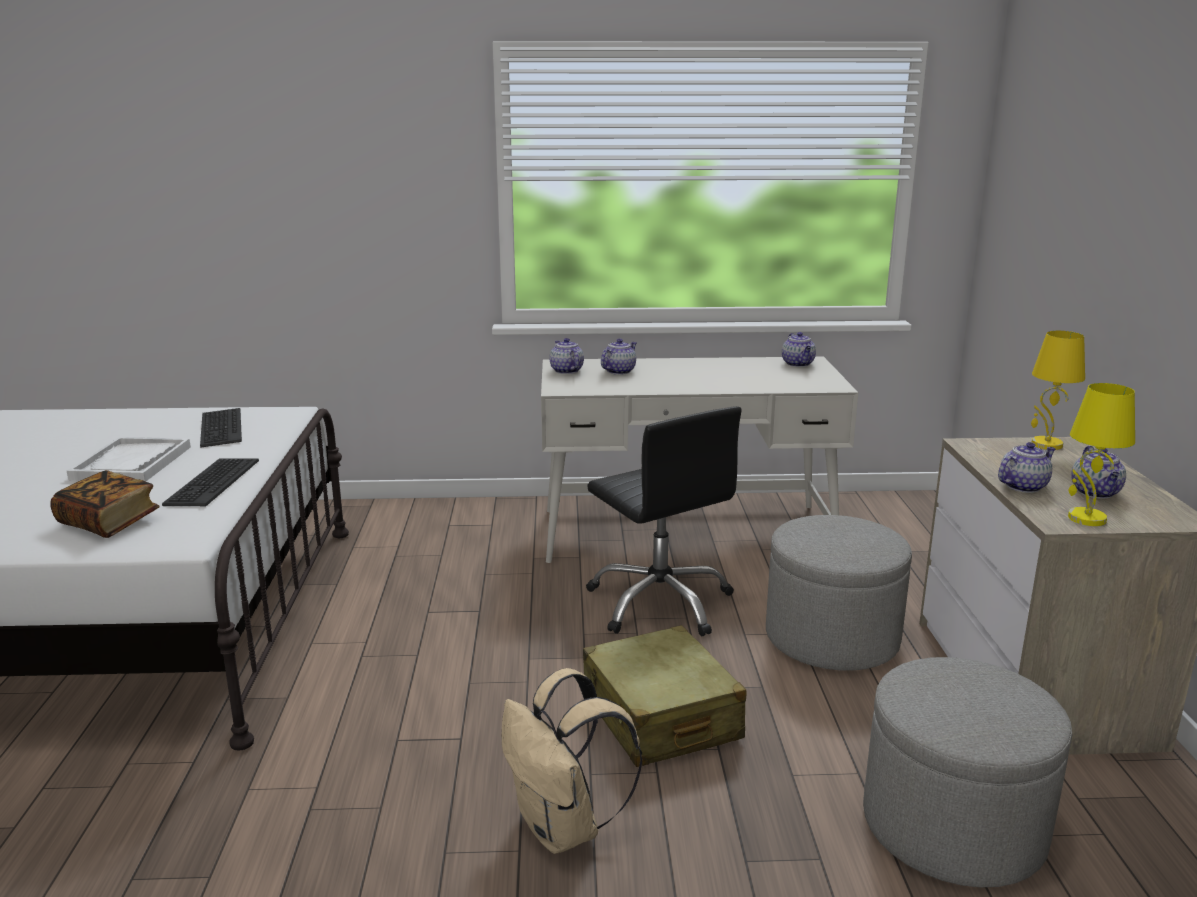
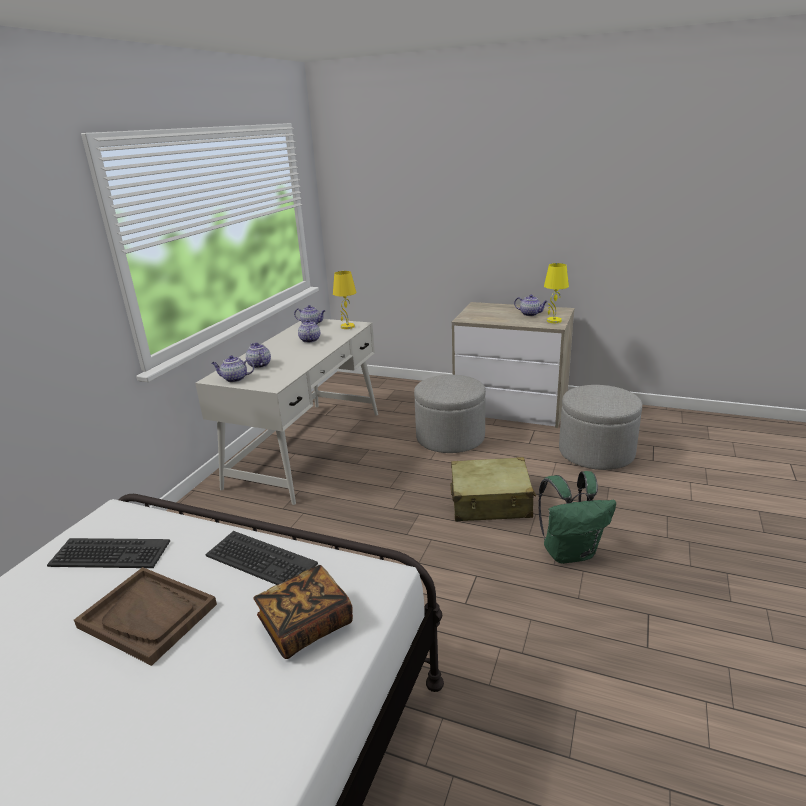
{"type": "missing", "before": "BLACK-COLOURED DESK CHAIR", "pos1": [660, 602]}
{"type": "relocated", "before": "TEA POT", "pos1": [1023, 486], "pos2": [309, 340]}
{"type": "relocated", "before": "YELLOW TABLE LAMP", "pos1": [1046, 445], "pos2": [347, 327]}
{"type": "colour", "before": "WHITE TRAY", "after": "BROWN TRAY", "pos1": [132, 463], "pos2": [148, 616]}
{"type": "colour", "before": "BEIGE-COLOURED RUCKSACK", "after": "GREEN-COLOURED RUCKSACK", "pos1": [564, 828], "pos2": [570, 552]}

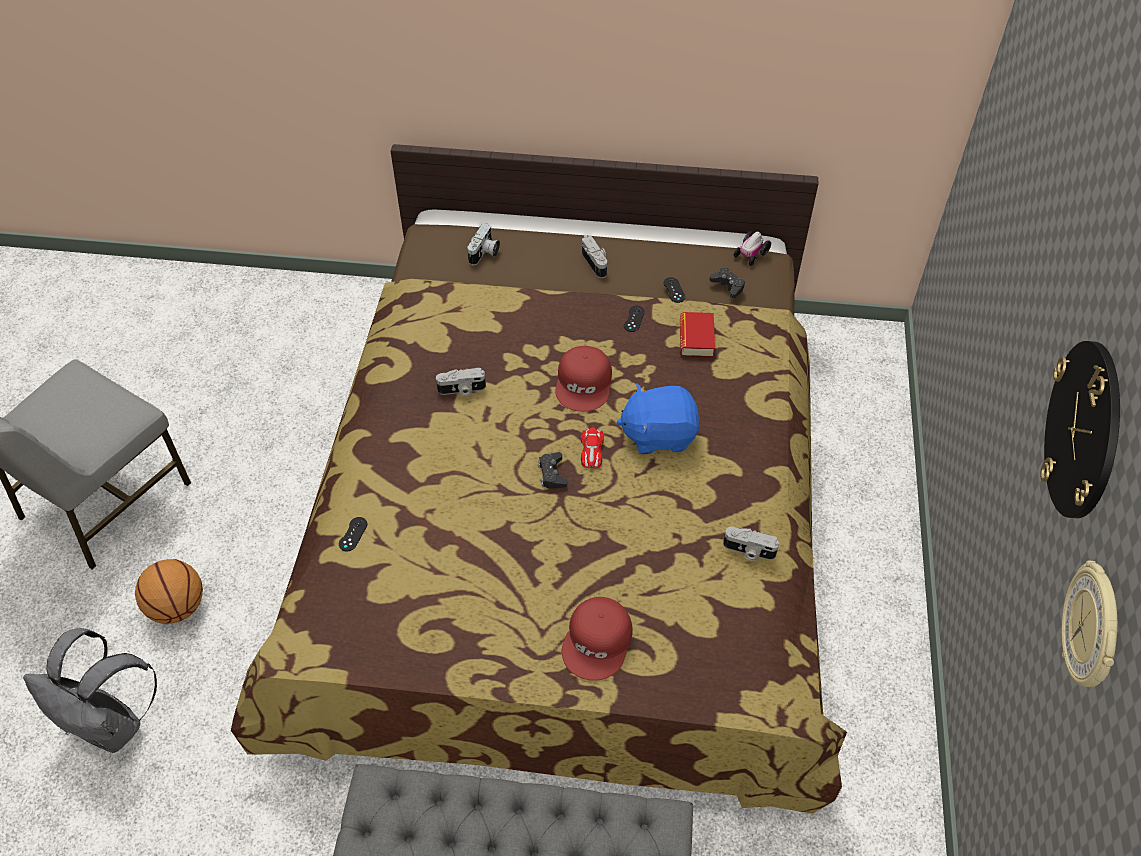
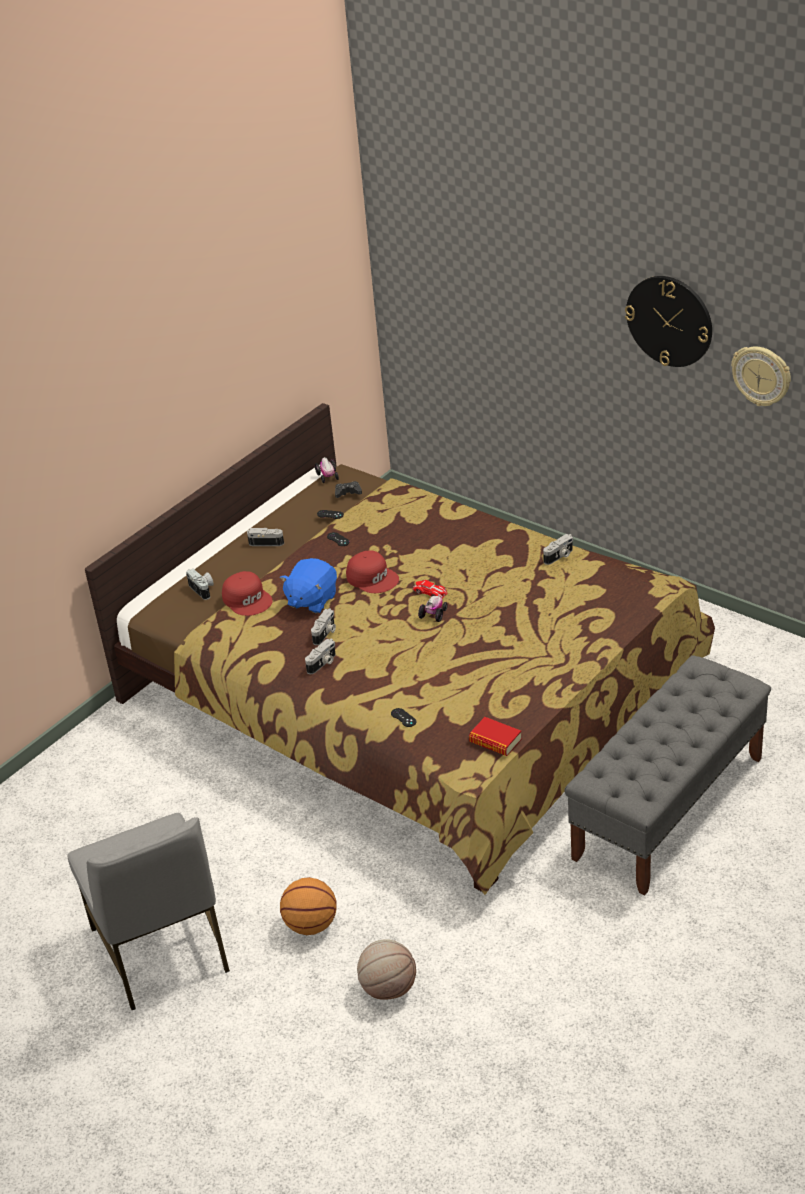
{"type": "appeared", "after": "STILL CAMERA", "pos2": [322, 663]}
{"type": "relocated", "before": "RED BASEBALL CAP", "pos1": [598, 642], "pos2": [248, 599]}
{"type": "relocated", "before": "BLUE-COLOURED SOFT TOY", "pos1": [658, 434], "pos2": [311, 600]}
{"type": "relocated", "before": "VOLUME", "pos1": [696, 338], "pos2": [495, 741]}
{"type": "exchanged", "before": "GREY RUCKSACK", "after": "BASKETBALL", "pos1": [112, 724], "pos2": [388, 988]}
{"type": "exchanged", "before": "BLACK-COLOURED GAMEPAD", "after": "TOY CAR", "pos1": [552, 474], "pos2": [434, 614]}

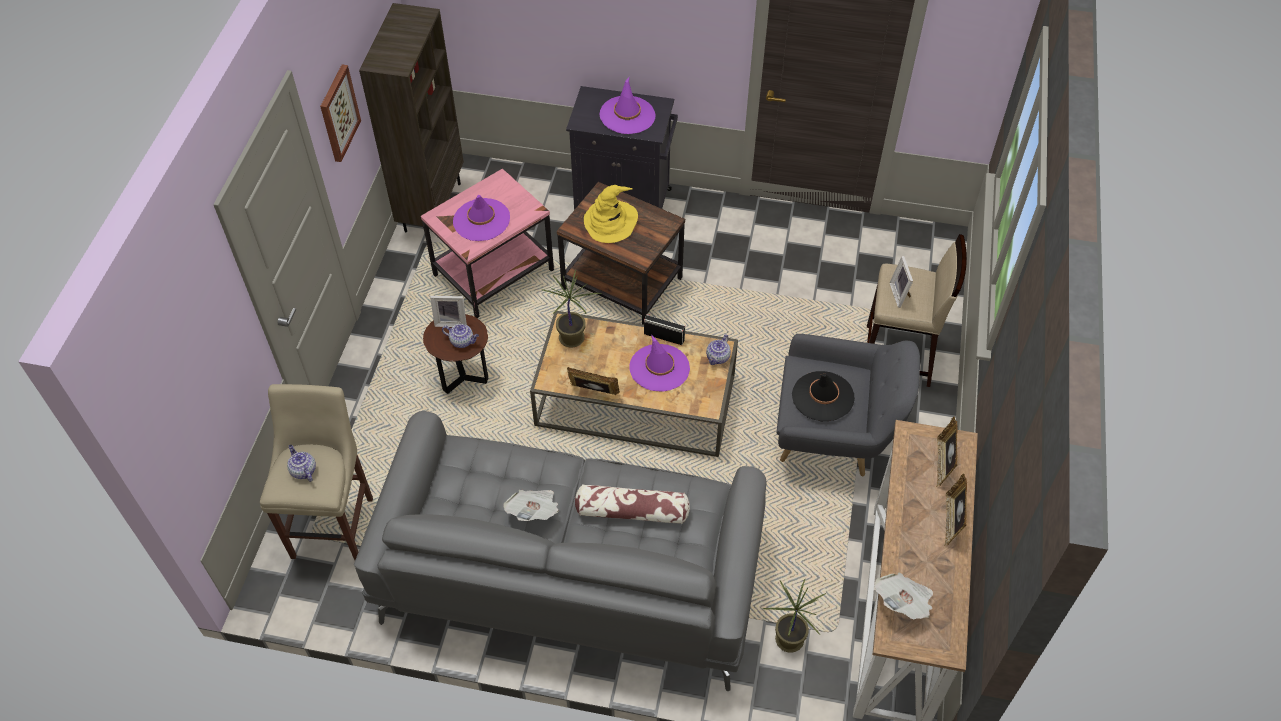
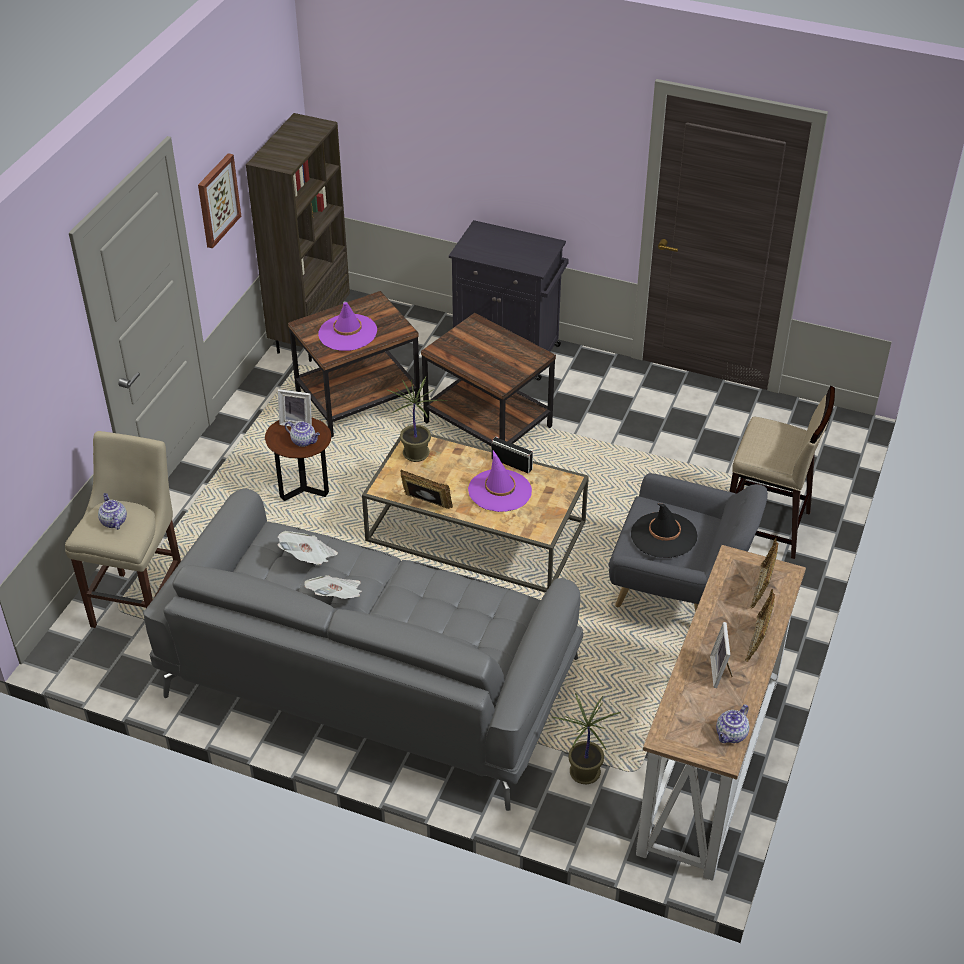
{"type": "missing", "before": "THROW PILLOW", "pos1": [632, 511]}
{"type": "missing", "before": "YELLOW CLOTHING HAT", "pos1": [610, 222]}
{"type": "missing", "before": "PURPLE CLOTHING HAT", "pos1": [627, 115]}
{"type": "relocated", "before": "TEA POT", "pos1": [718, 358], "pos2": [731, 735]}
{"type": "relocated", "before": "NEWSPAPER", "pos1": [903, 602], "pos2": [308, 558]}
{"type": "relocated", "before": "STANDING FRAME", "pos1": [900, 294], "pos2": [721, 671]}
{"type": "colour", "before": "PINK-COLOURED END TABLE", "after": "BROWN END TABLE", "pos1": [493, 272], "pos2": [357, 399]}

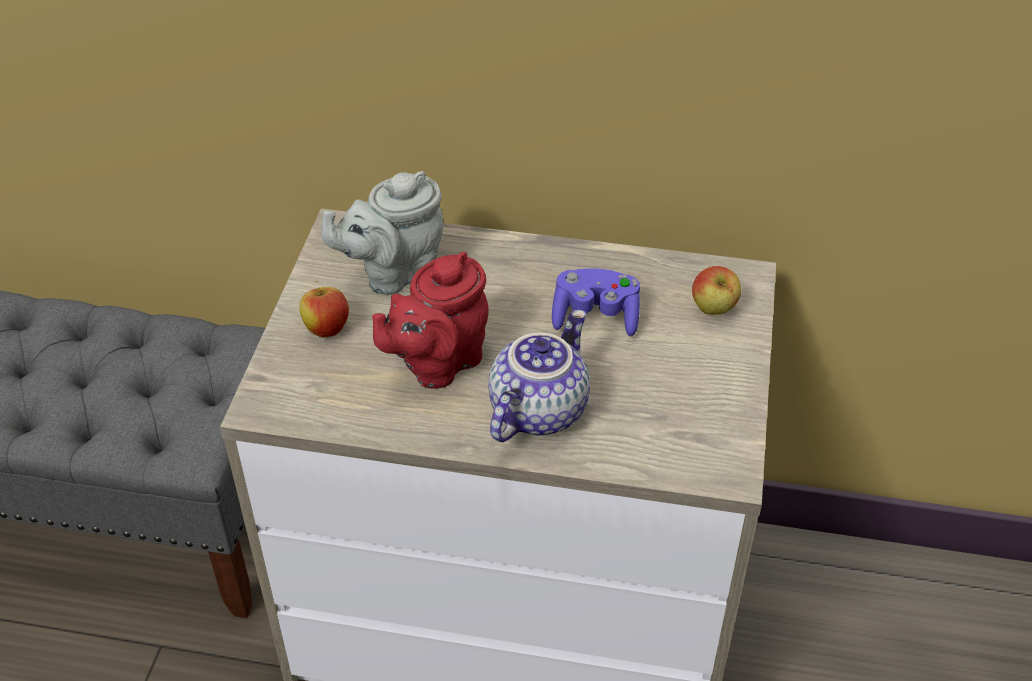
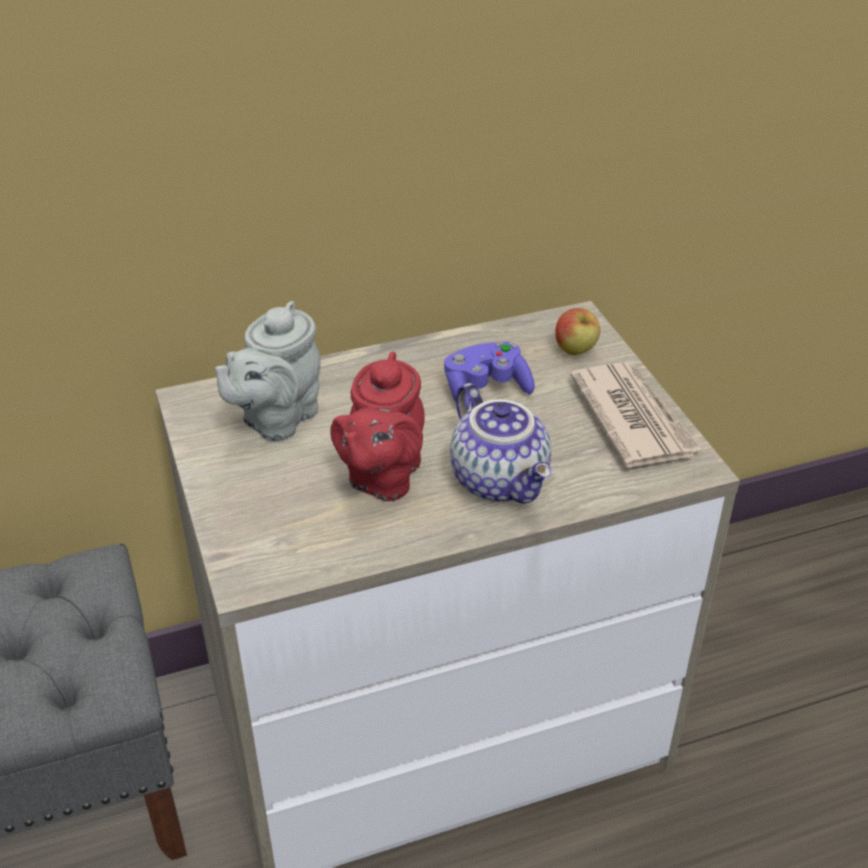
{"type": "missing", "before": "APPLE FRUIT", "pos1": [327, 329]}
{"type": "appeared", "after": "NEWSPAPER", "pos2": [633, 418]}
{"type": "spun", "before": "TEA POT", "pos1": [537, 409], "pos2": [502, 480], "turn": 150}

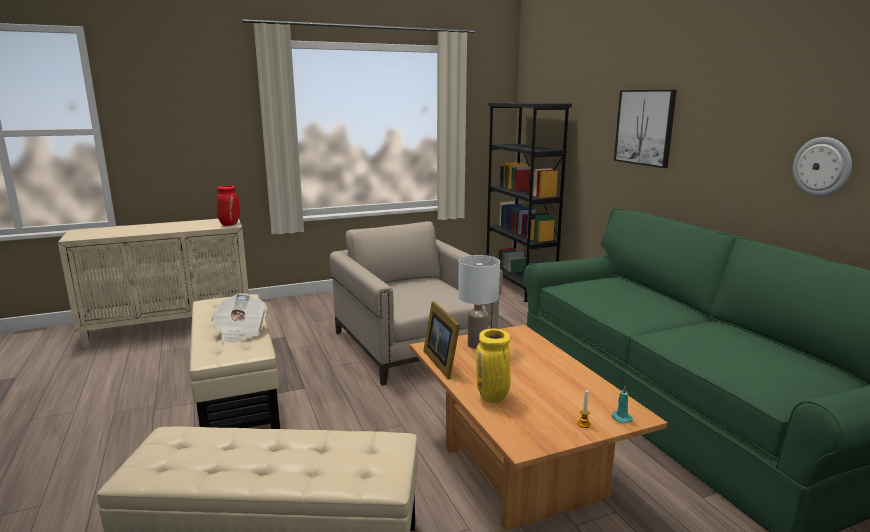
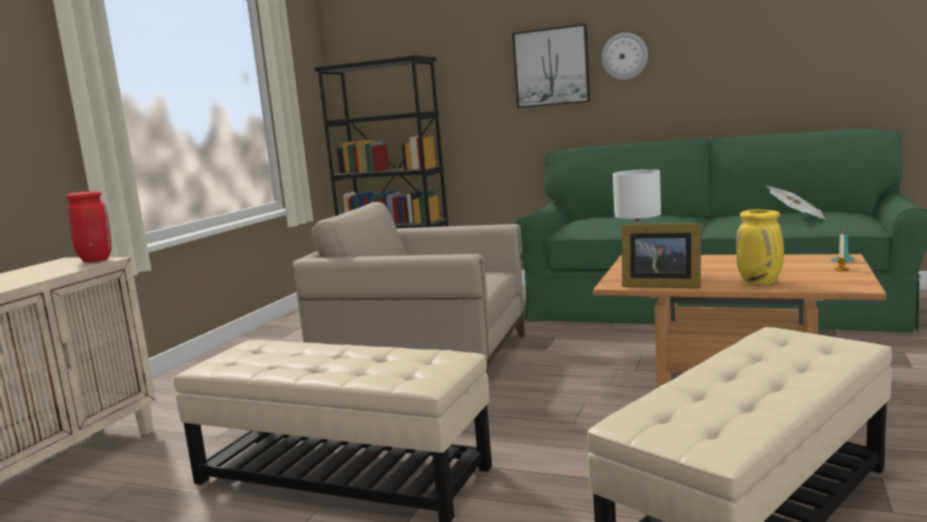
{"type": "relocated", "before": "NEWSPAPER", "pos1": [240, 332], "pos2": [796, 217]}
{"type": "relocated", "before": "HANGING CLOCK", "pos1": [822, 167], "pos2": [624, 56]}

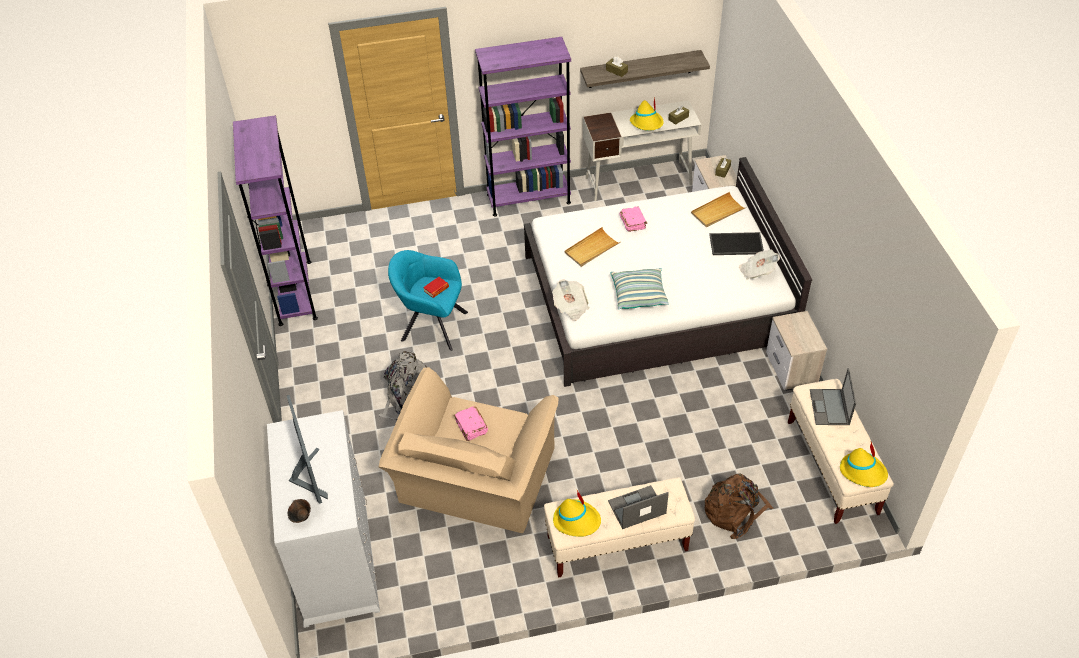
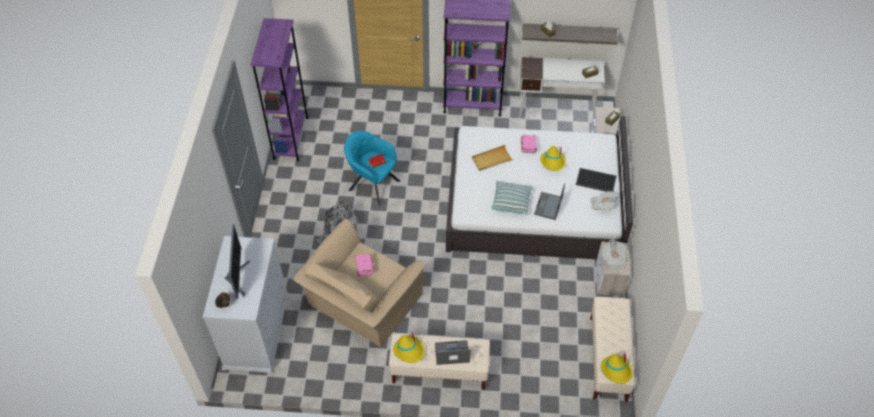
{"type": "missing", "before": "BEIGE-COLOURED TRAY", "pos1": [717, 212]}
{"type": "missing", "before": "BROWN RUCKSACK", "pos1": [734, 511]}
{"type": "relocated", "before": "NEWSPAPER", "pos1": [570, 307], "pos2": [614, 260]}
{"type": "relocated", "before": "YELLOW CLOTHING HAT", "pos1": [647, 123], "pos2": [553, 162]}
{"type": "relocated", "before": "PORTABLE COMPUTER", "pos1": [829, 408], "pos2": [548, 206]}

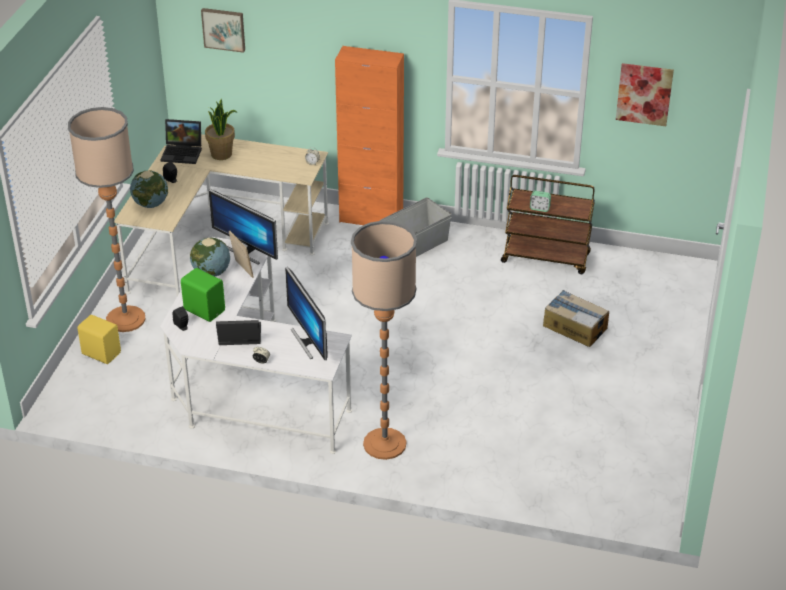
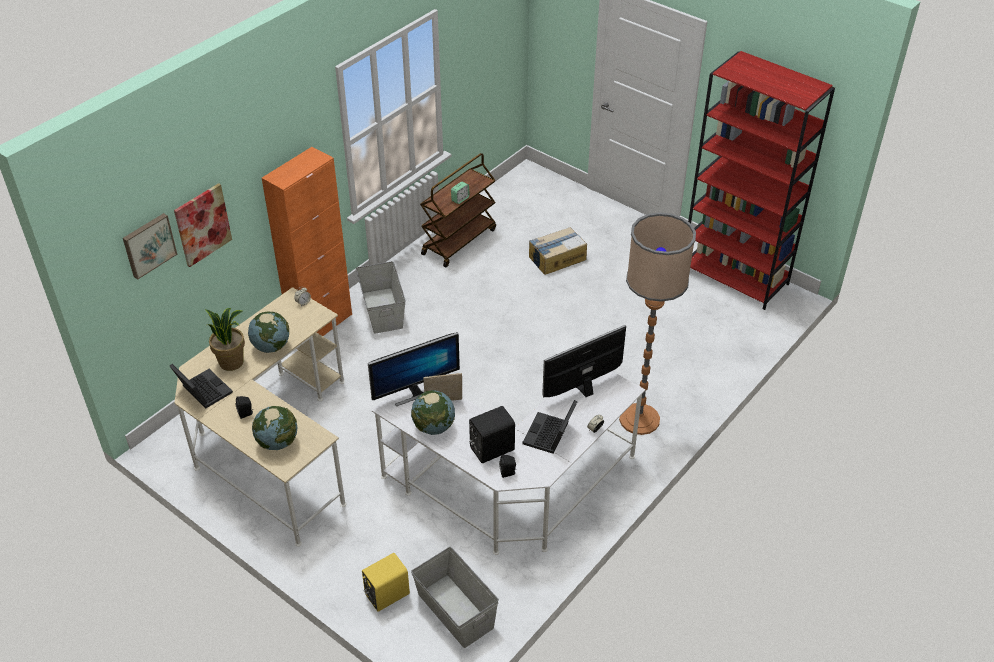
{"type": "missing", "before": "STANDARD LAMP", "pos1": [126, 319]}
{"type": "appeared", "after": "WORLD GLOBE", "pos2": [271, 346]}
{"type": "appeared", "after": "GREY STORAGE BIN", "pos2": [455, 611]}
{"type": "appeared", "after": "RED BOOKSHELF", "pos2": [735, 277]}
{"type": "relocated", "before": "WALL ART", "pos1": [644, 94], "pos2": [202, 224]}
{"type": "colour", "before": "GREEN-COLOURED LOUDSPEAKER", "after": "BLACK-COLOURED LOUDSPEAKER", "pos1": [204, 309], "pos2": [490, 448]}
{"type": "spun", "before": "PORTABLE COMPUTER", "pos1": [183, 153], "pos2": [202, 391], "turn": -75}
{"type": "spun", "before": "COMPUTER SCREEN", "pos1": [308, 341], "pos2": [583, 388], "turn": 150}

